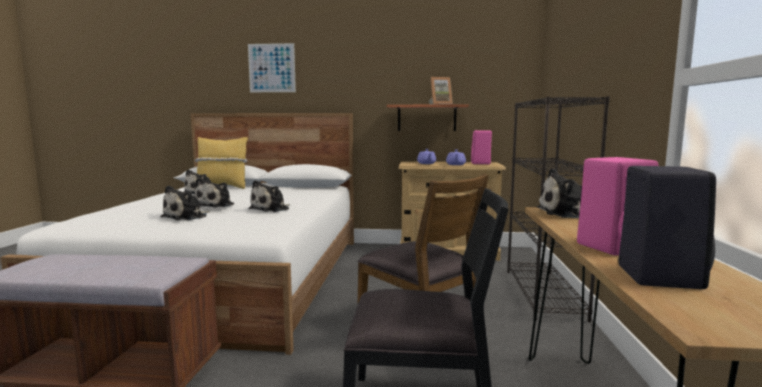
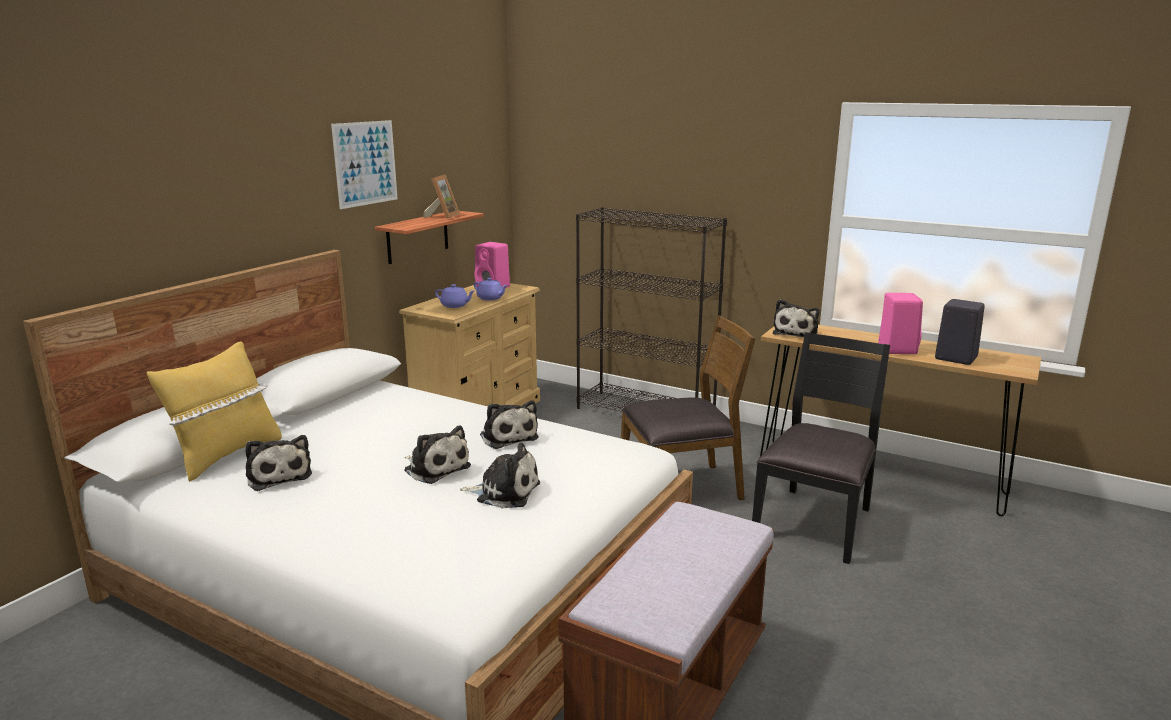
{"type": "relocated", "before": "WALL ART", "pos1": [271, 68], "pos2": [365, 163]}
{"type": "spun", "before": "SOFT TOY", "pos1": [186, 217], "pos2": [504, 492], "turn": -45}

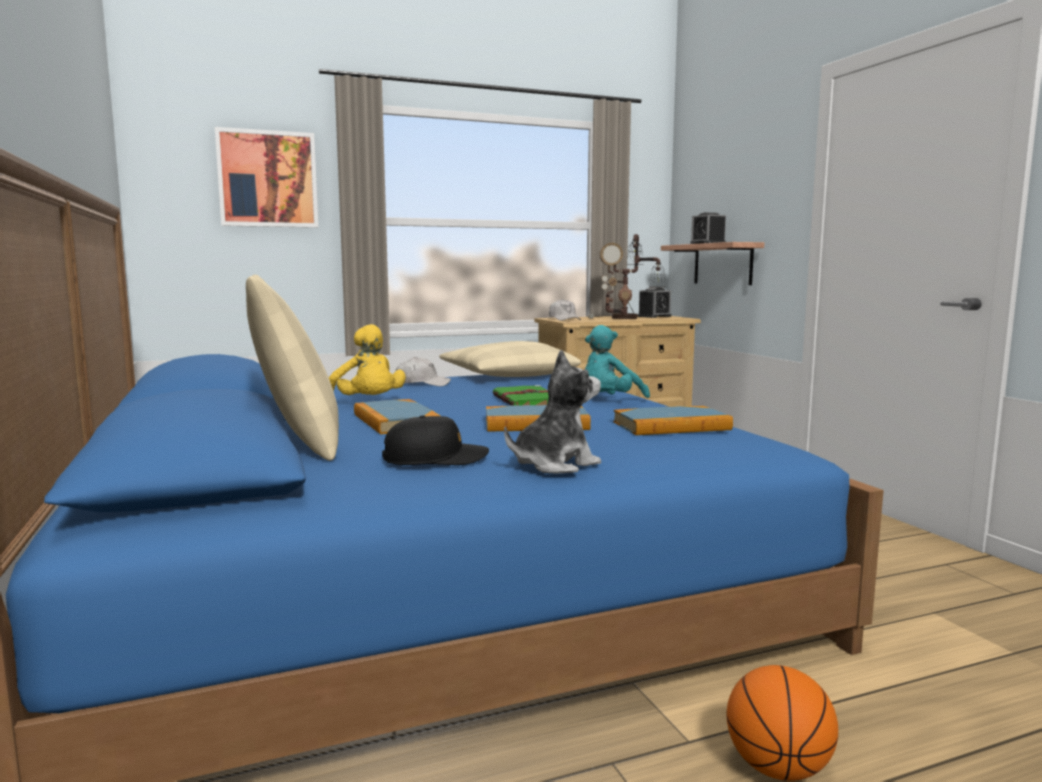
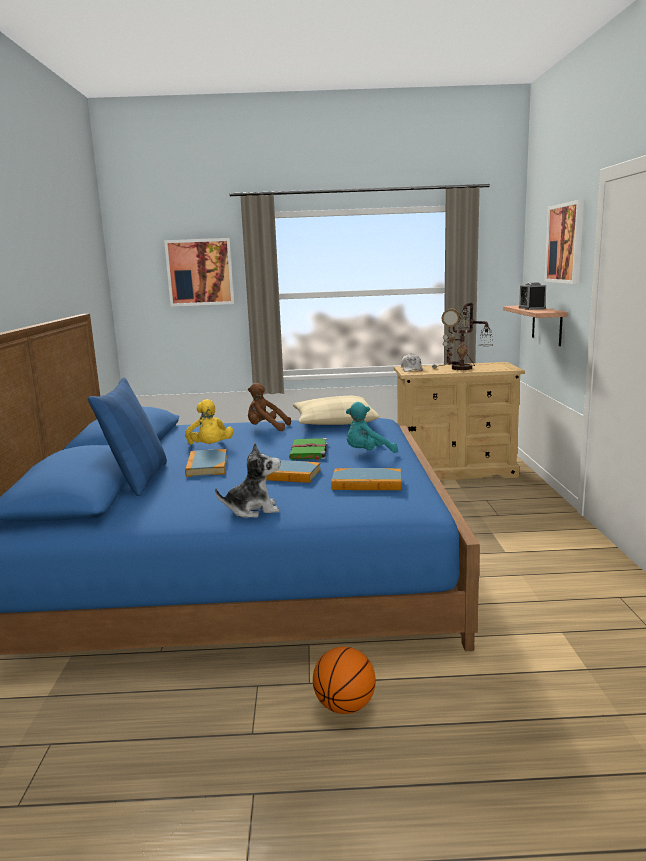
{"type": "missing", "before": "BLACK-COLOURED BASEBALL CAP", "pos1": [435, 459]}
{"type": "missing", "before": "ALARM CLOCK", "pos1": [654, 316]}
{"type": "appeared", "after": "WALL ART", "pos2": [565, 243]}
{"type": "exchanged", "before": "WHITE BASEBALL CAP", "after": "BROWN SOFT TOY", "pos1": [422, 384], "pos2": [266, 428]}
{"type": "colour", "before": "BEIGE-COLOURED THROW PILLOW", "after": "BLUE-COLOURED THROW PILLOW", "pos1": [297, 441], "pos2": [138, 479]}

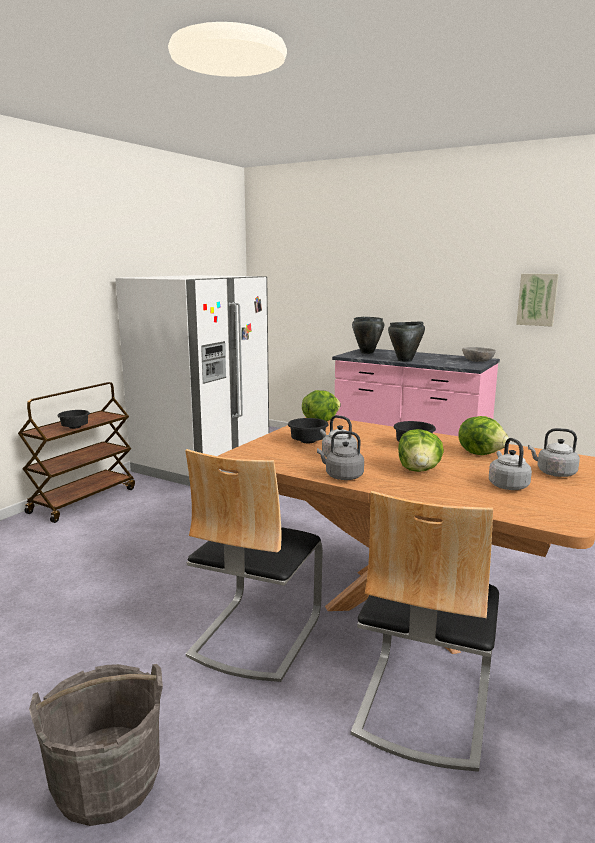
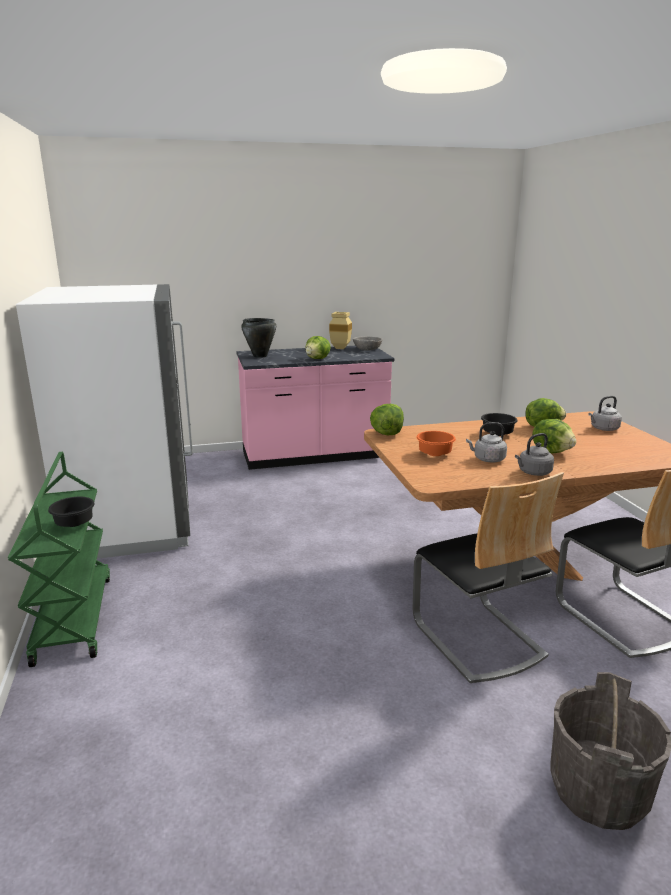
{"type": "missing", "before": "GREY TEA KETTLE", "pos1": [507, 485]}
{"type": "missing", "before": "WALL ART", "pos1": [537, 299]}
{"type": "appeared", "after": "BEIGE-COLOURED DECORATIVE VASE", "pos2": [339, 348]}
{"type": "exchanged", "before": "BLACK-COLOURED SAUCEPOT", "after": "HEAD OF LETTUCE", "pos1": [405, 360], "pos2": [317, 359]}
{"type": "colour", "before": "BROWN CART", "after": "GREEN-COLOURED CART", "pos1": [83, 500], "pos2": [73, 618]}
{"type": "colour", "before": "BLACK-COLOURED BOWL", "after": "ORANGE-COLOURED BOWL", "pos1": [306, 442], "pos2": [434, 454]}

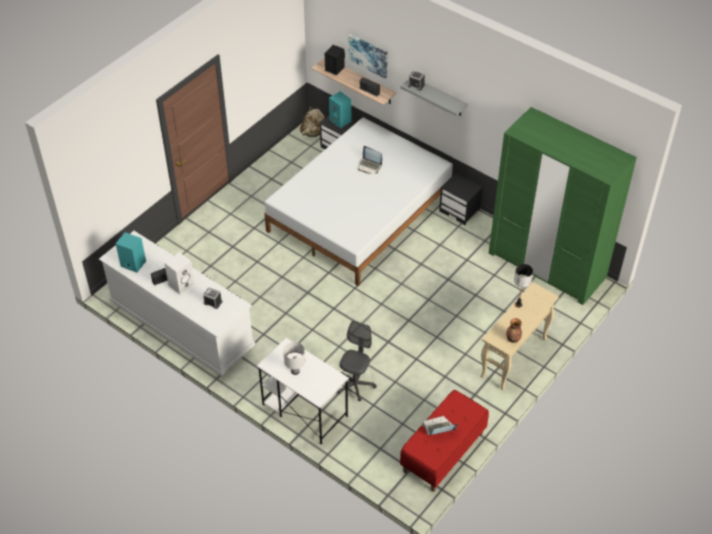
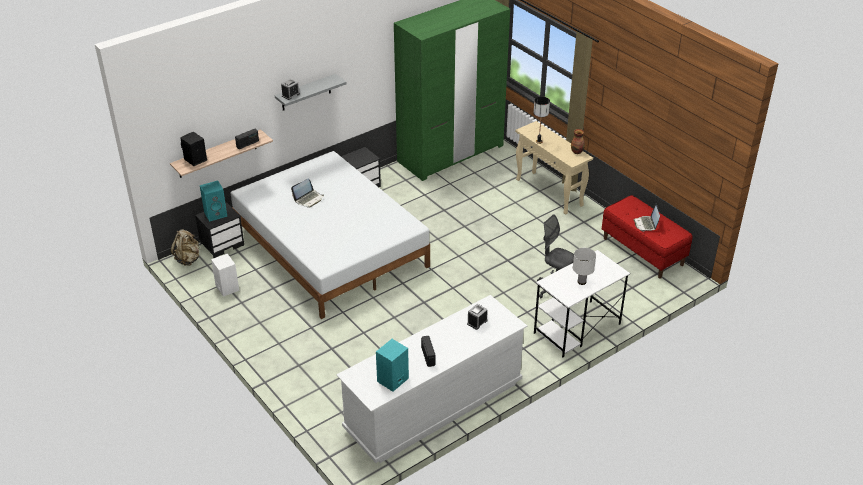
{"type": "missing", "before": "WALL ART", "pos1": [368, 55]}
{"type": "relocated", "before": "WHITE LOUDSPEAKER", "pos1": [181, 284], "pos2": [226, 288]}

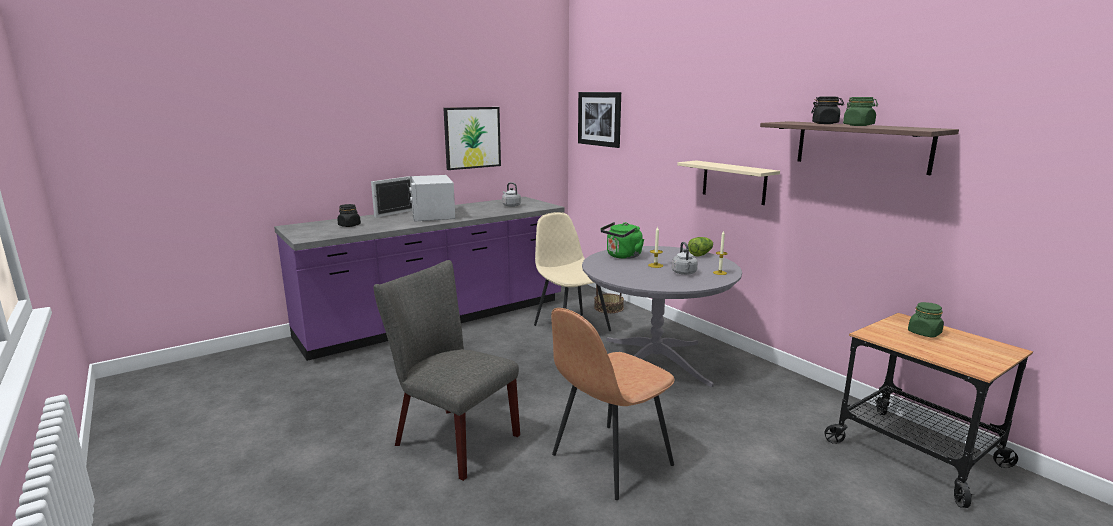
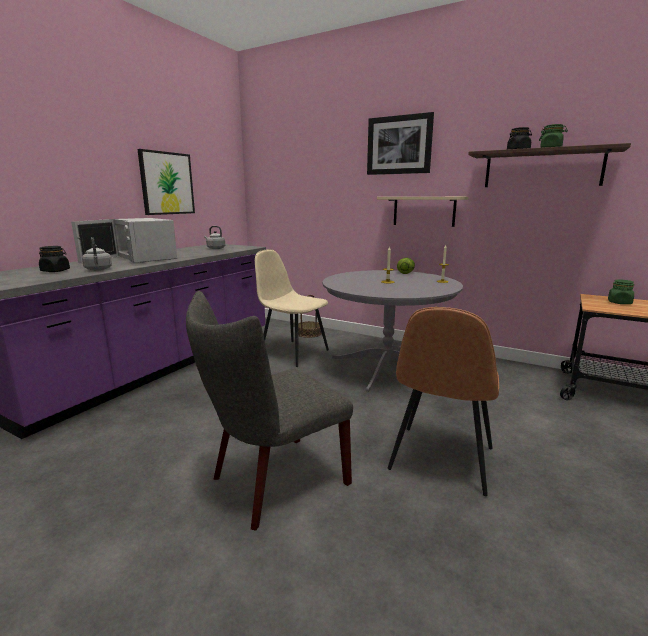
{"type": "missing", "before": "GREEN-COLOURED TEA KETTLE", "pos1": [622, 256]}
{"type": "relocated", "before": "WALL ART", "pos1": [599, 119], "pos2": [399, 145]}
{"type": "relocated", "before": "GREY TEA KETTLE", "pos1": [684, 273], "pos2": [98, 269]}
{"type": "spun", "before": "GREY UPRIGHT CHAIR", "pos1": [450, 438], "pos2": [272, 483], "turn": -45}

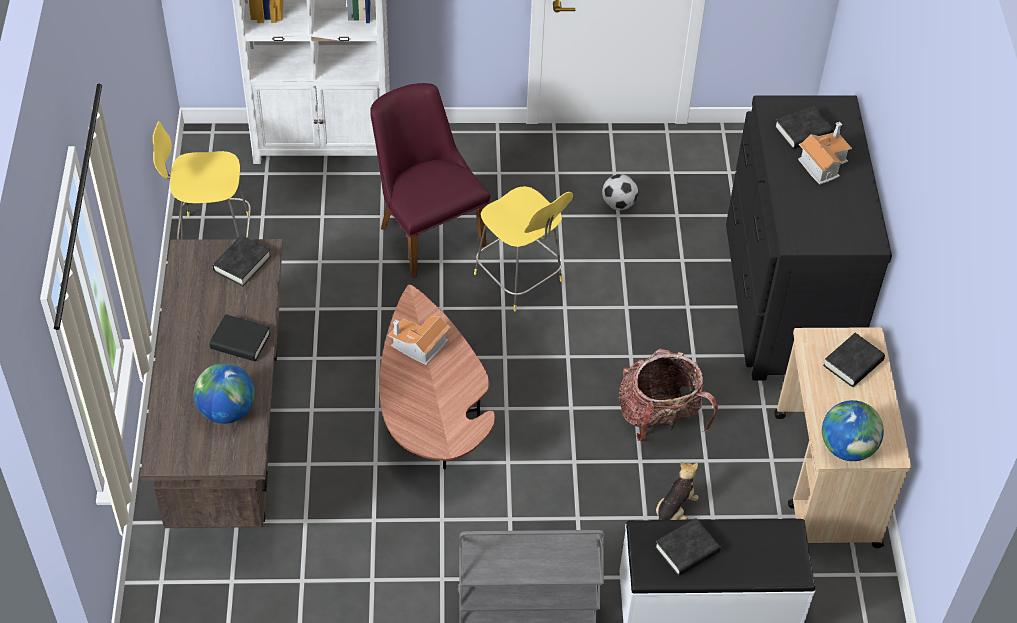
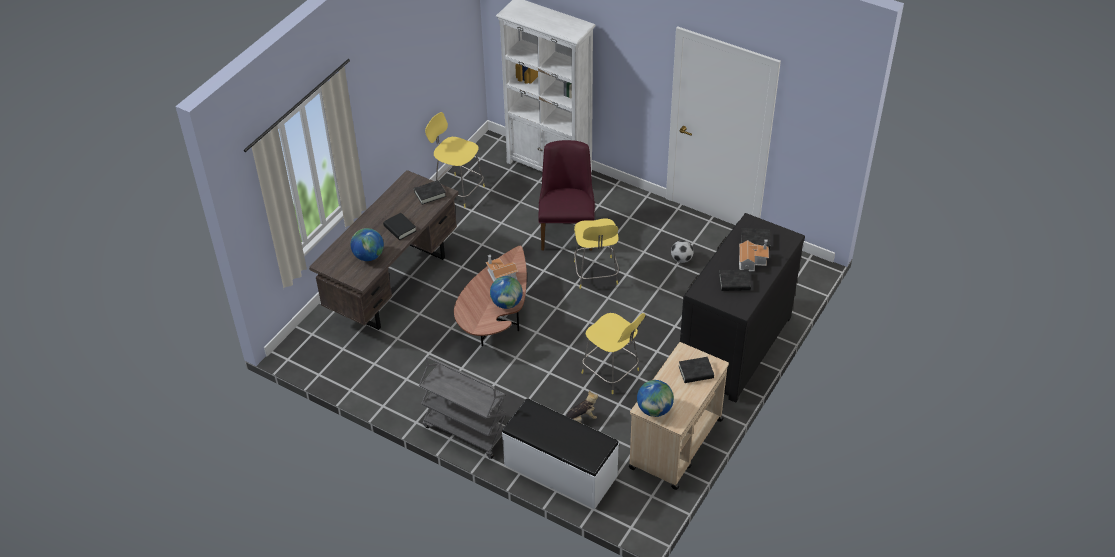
{"type": "appeared", "after": "WORLD GLOBE", "pos2": [507, 303]}
{"type": "relocated", "before": "BLACK-COLOURED VOLUME", "pos1": [687, 550], "pos2": [734, 283]}
{"type": "exchanged", "before": "RUCKSACK", "after": "YELLOW SITTING STOOL", "pos1": [659, 418], "pos2": [612, 373]}

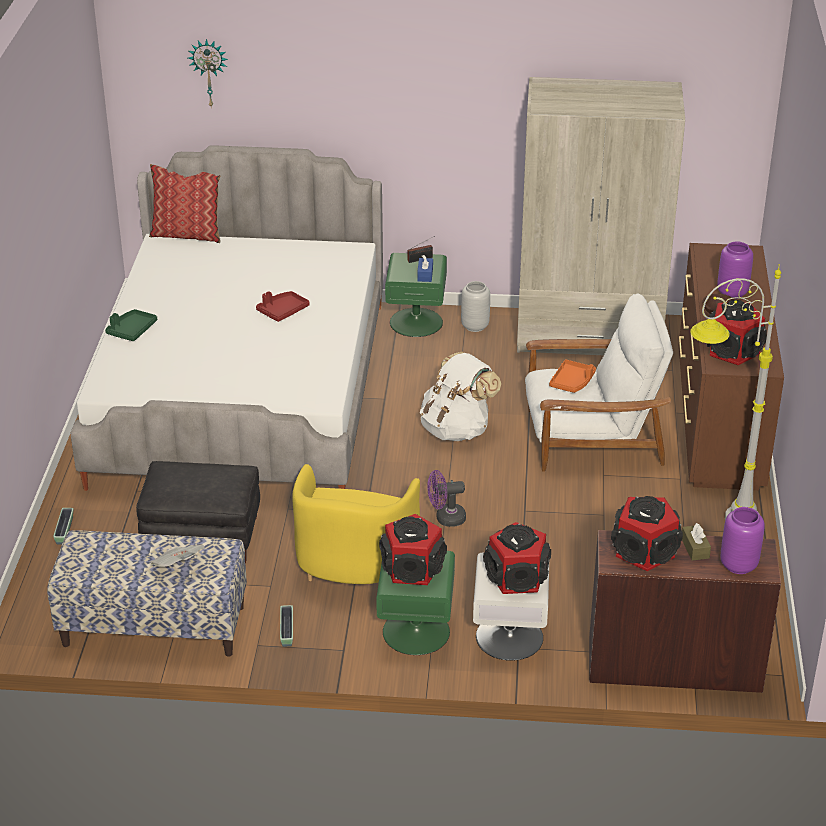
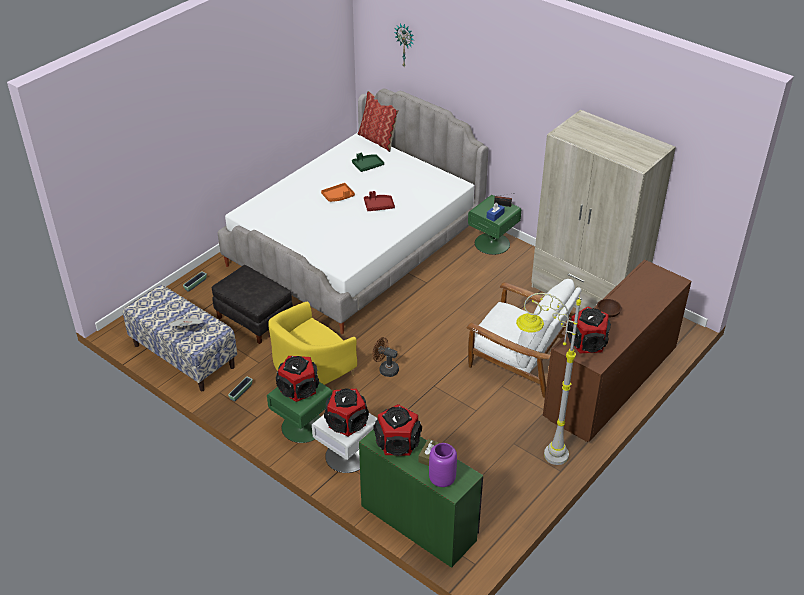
{"type": "missing", "before": "WHITE RUCKSACK", "pos1": [457, 429]}
{"type": "missing", "before": "GREY DECORATIVE VASE", "pos1": [474, 326]}
{"type": "missing", "before": "PURPLE DECORATIVE VASE", "pos1": [732, 293]}
{"type": "relocated", "before": "GREEN-COLOURED TRAY", "pos1": [131, 330], "pos2": [367, 166]}
{"type": "relocated", "before": "ORANGE-COLOURED TRAY", "pos1": [572, 382], "pos2": [338, 196]}
{"type": "colour", "before": "PURPLE COOLING FAN", "after": "BROWN COOLING FAN", "pos1": [445, 518], "pos2": [385, 369]}
{"type": "colour", "before": "BROWN DESK TABLE", "after": "GREEN-COLOURED DESK TABLE", "pos1": [673, 664], "pos2": [419, 521]}

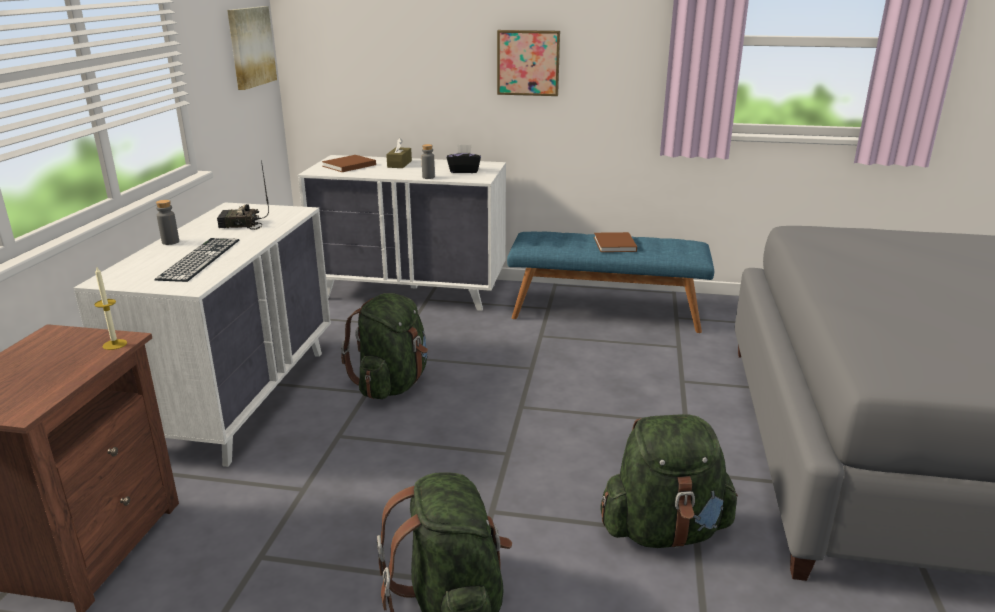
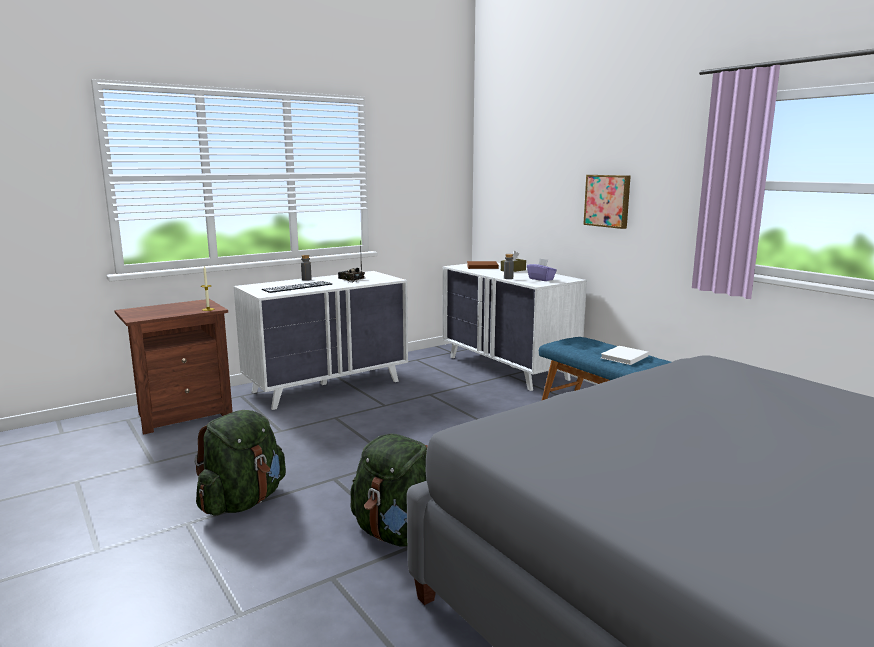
{"type": "missing", "before": "WALL ART", "pos1": [250, 47]}
{"type": "missing", "before": "GREEN-COLOURED RUCKSACK", "pos1": [392, 384]}
{"type": "colour", "before": "BLACK-COLOURED BOX OF TISSUES", "after": "PURPLE BOX OF TISSUES", "pos1": [464, 171], "pos2": [541, 279]}
{"type": "colour", "before": "BROWN VOLUME", "after": "WHITE VOLUME", "pos1": [615, 245], "pos2": [623, 357]}

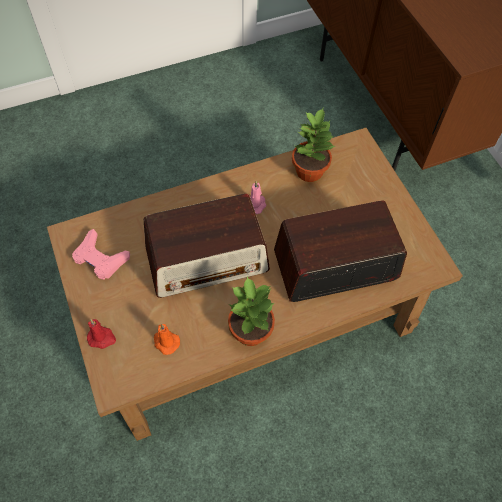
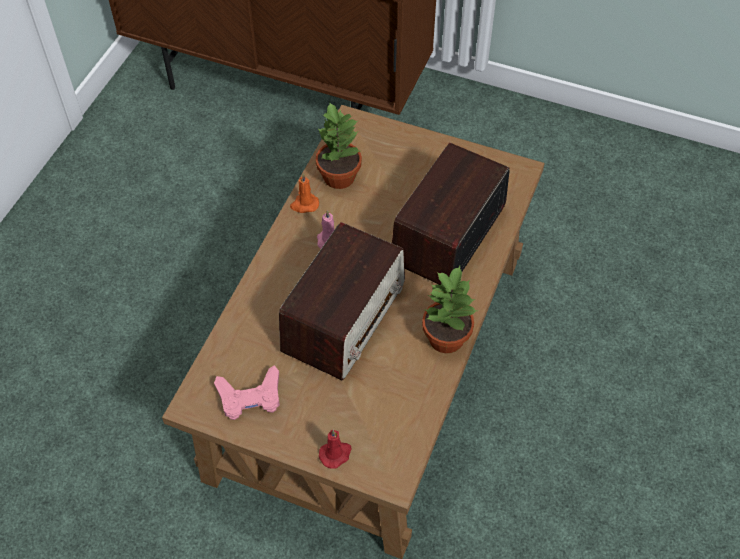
{"type": "relocated", "before": "ORANGE-COLOURED WAX CANDLE", "pos1": [165, 342], "pos2": [304, 205]}

